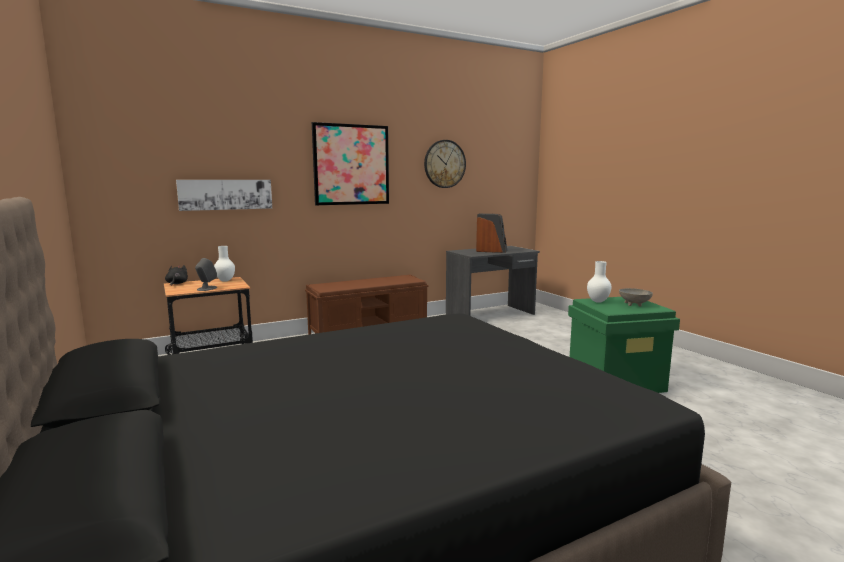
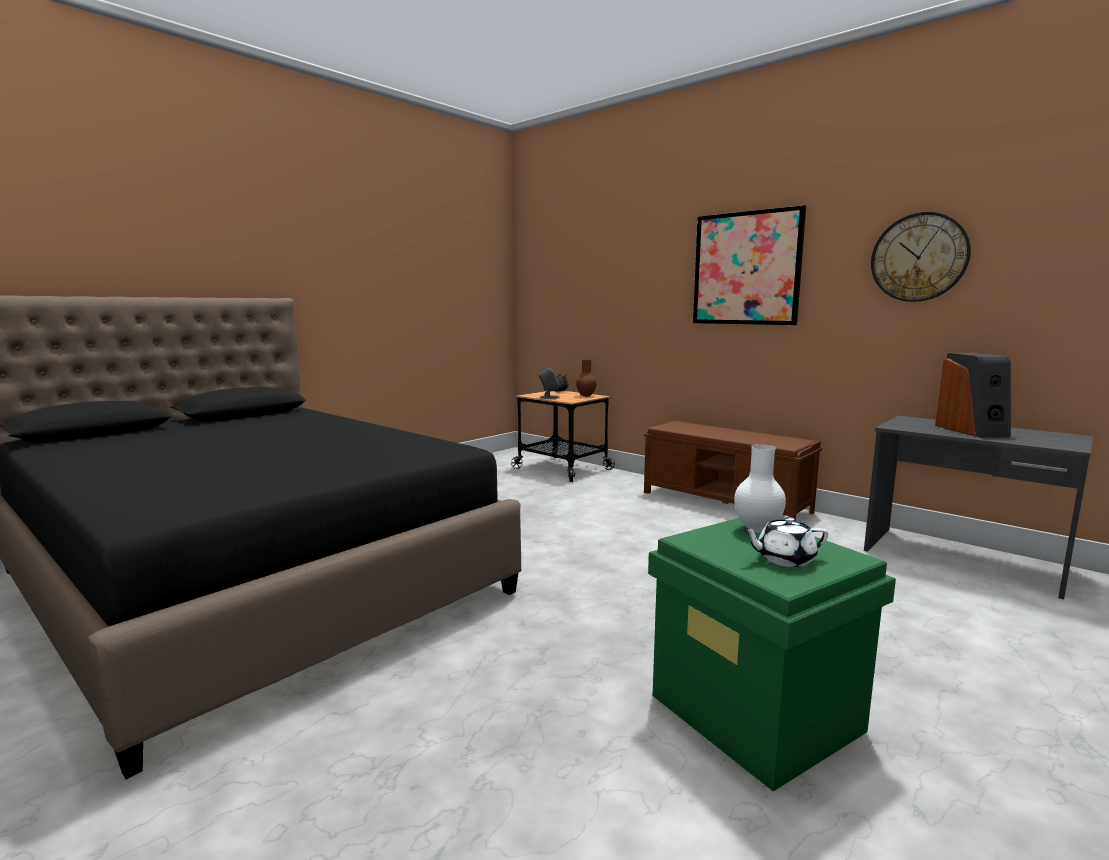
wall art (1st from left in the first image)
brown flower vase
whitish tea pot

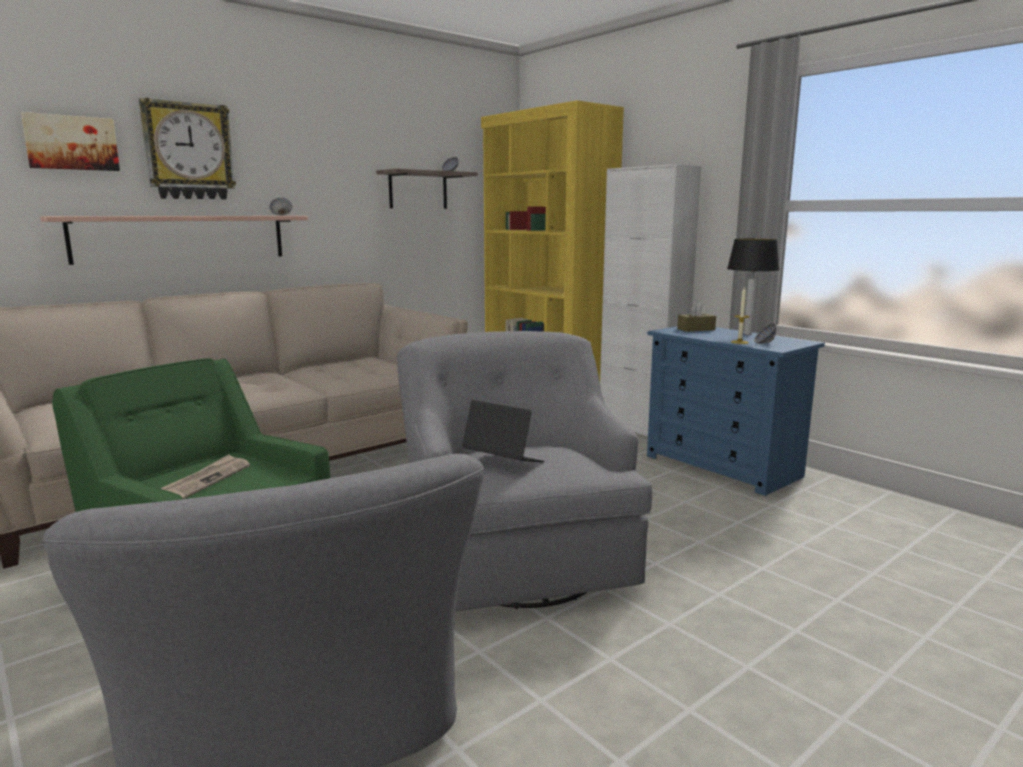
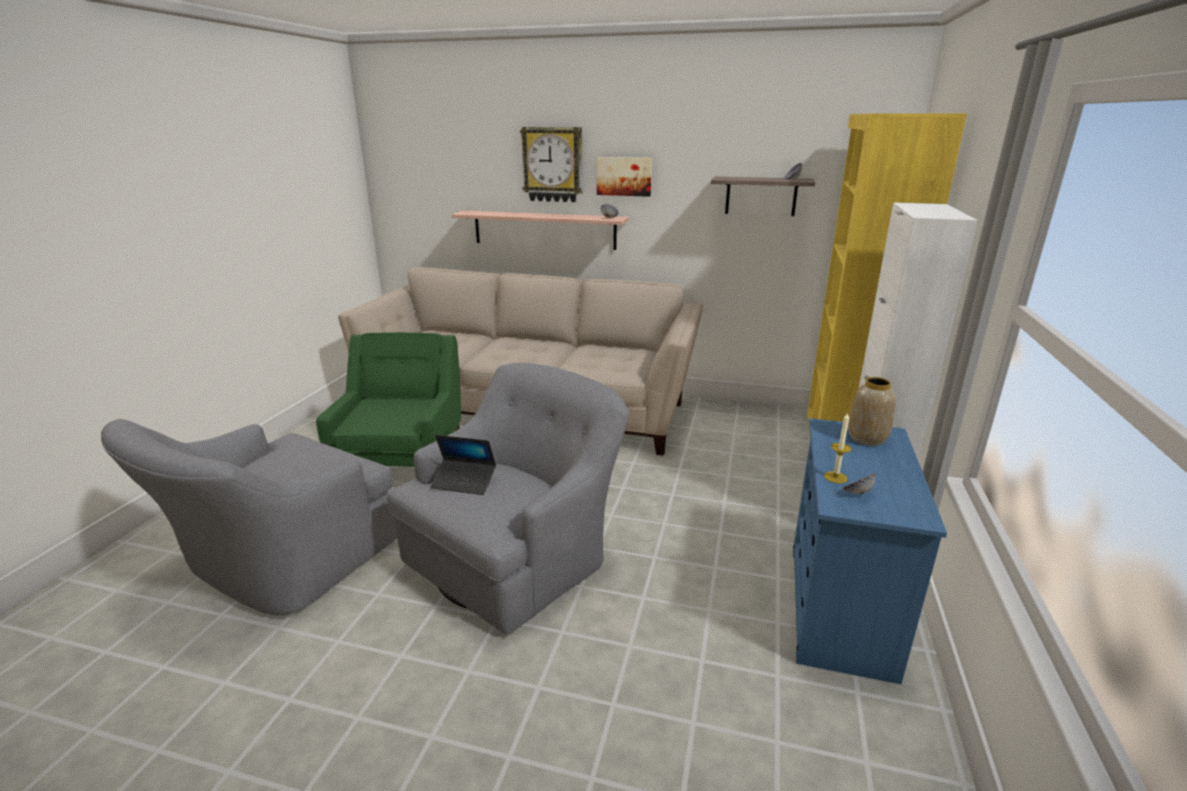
wall art
daily paper
notebook computer
flower vase
table lamp

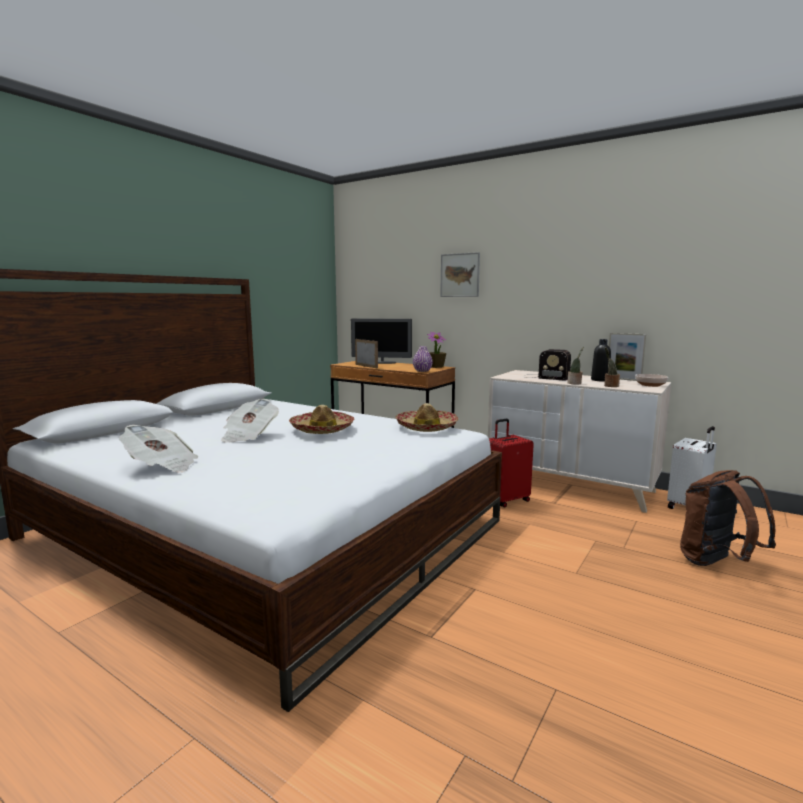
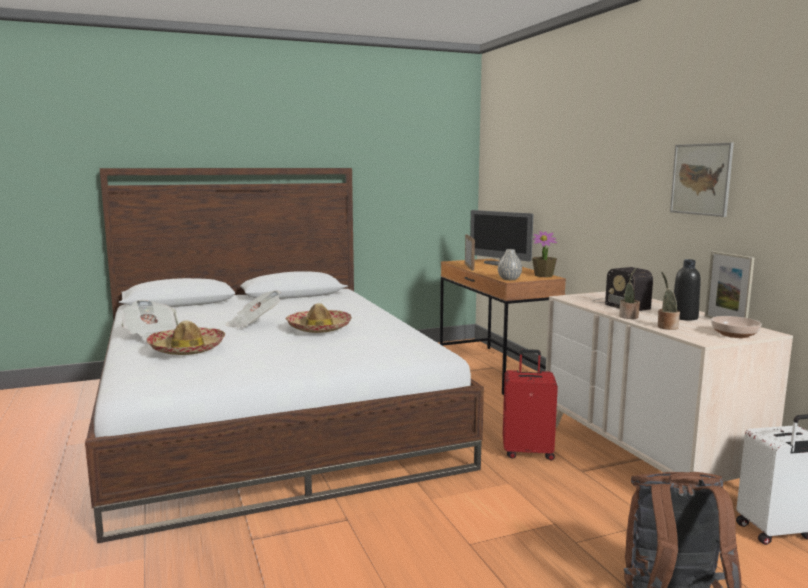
clothing hat (1st from left)
gray flower vase
wall art

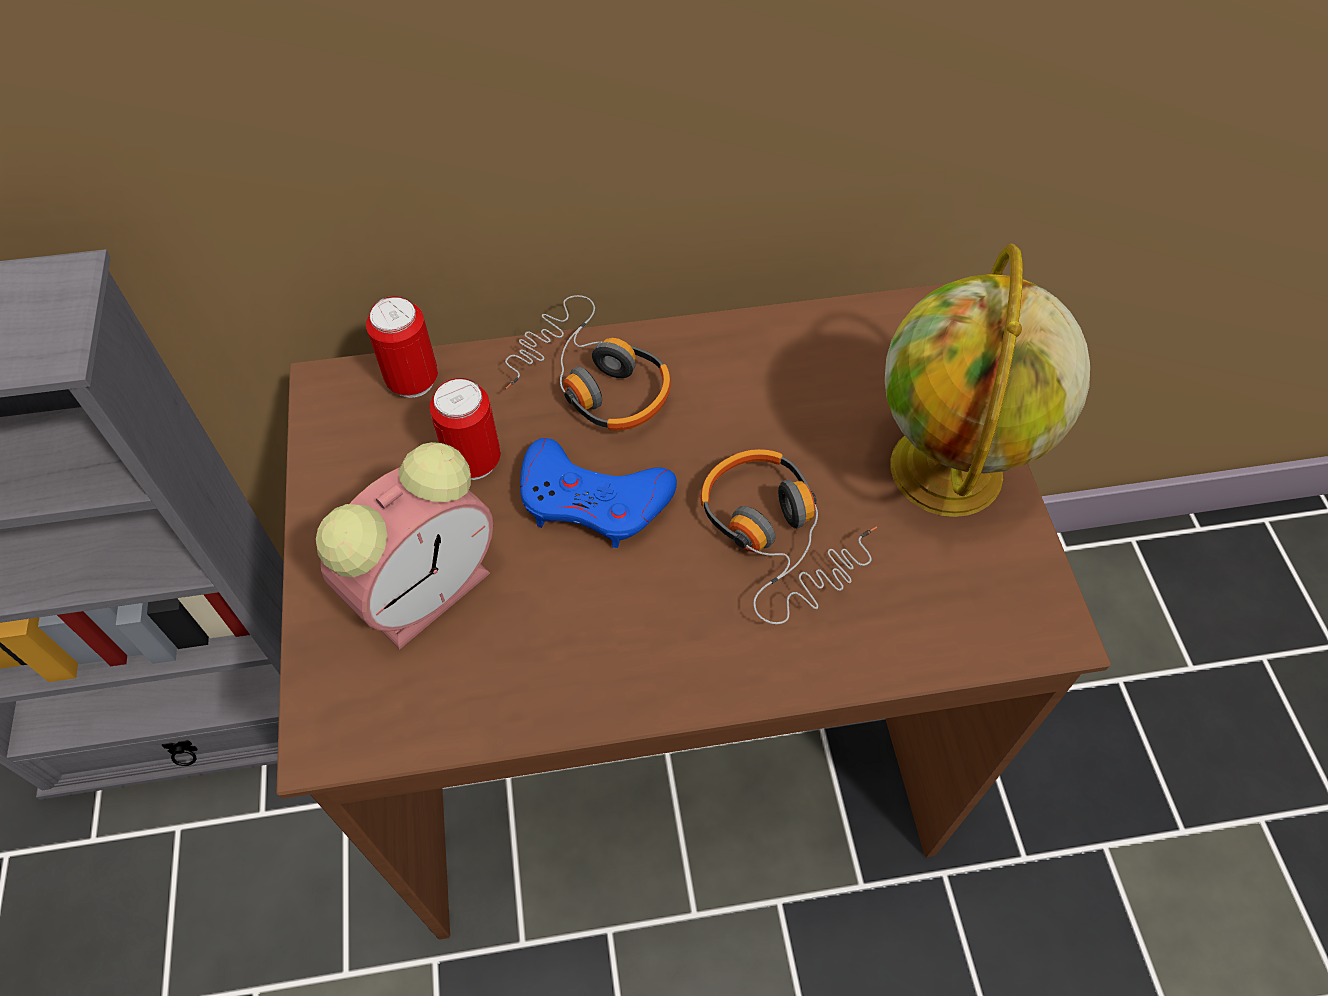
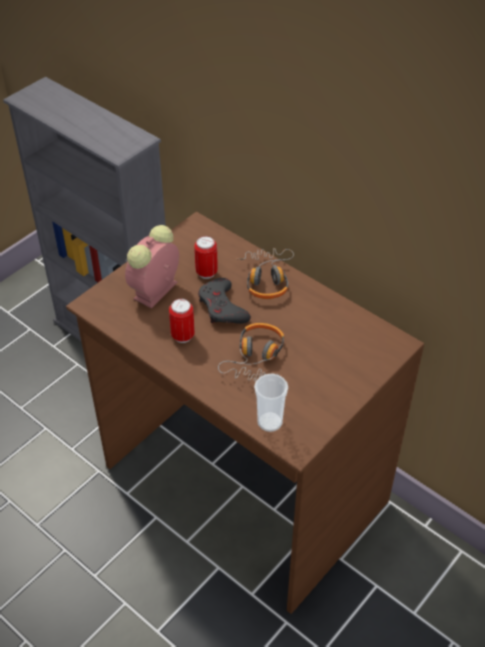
alarm clock
metal can (1st from left)
gray gamepad
globe
small cup

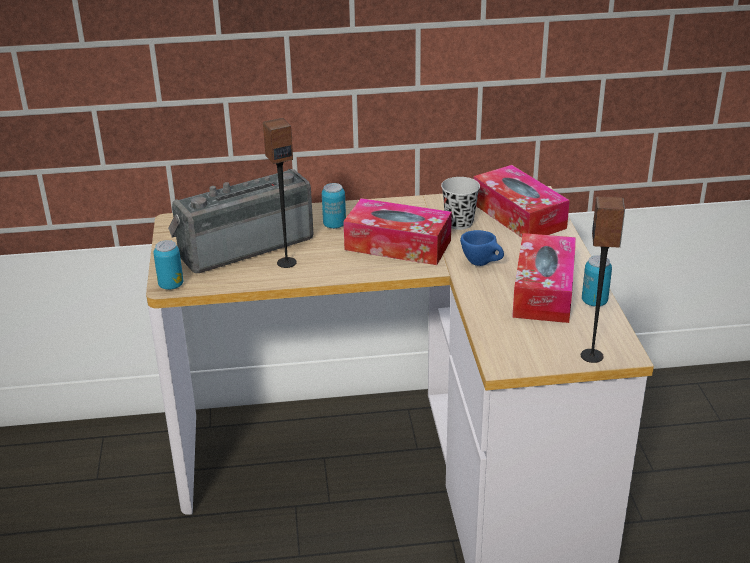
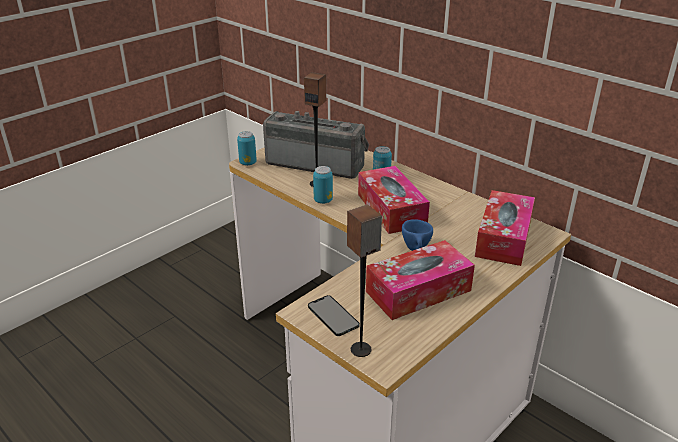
blackish small cup
metal can (2nd from left)
telephone

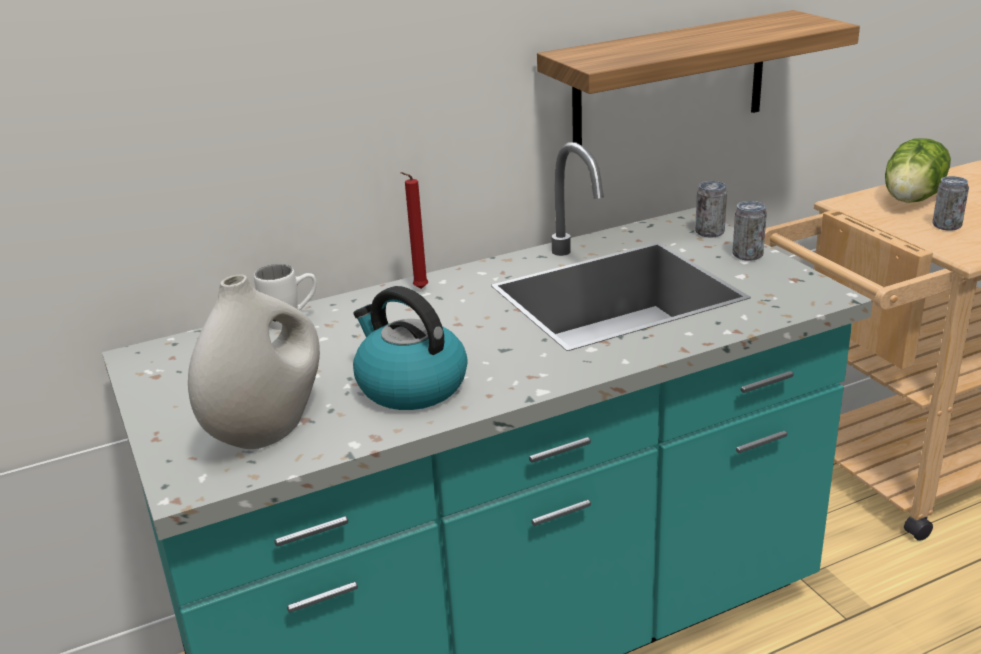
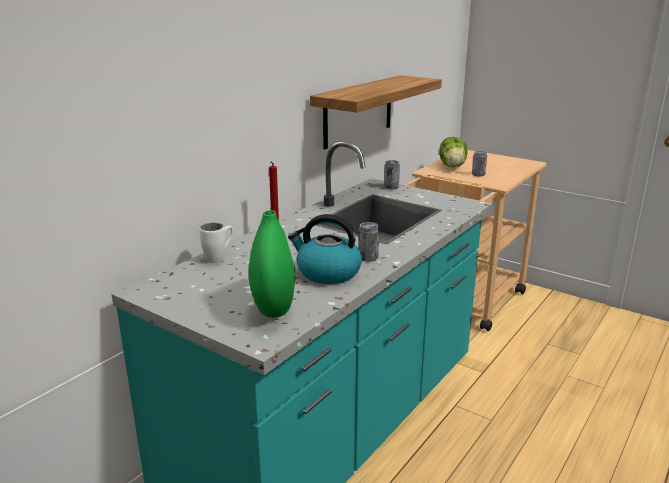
green flower vase
metal can (1st from left)

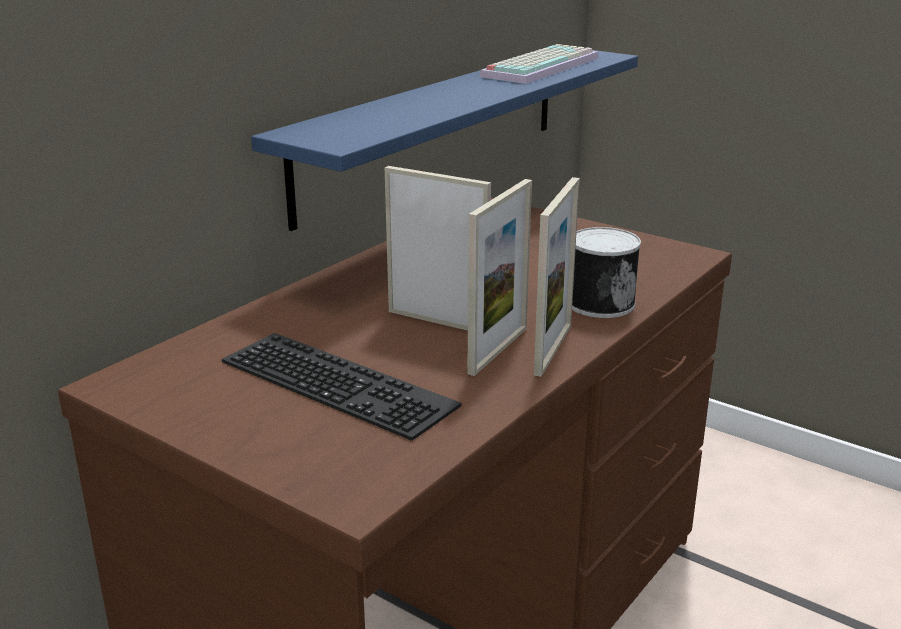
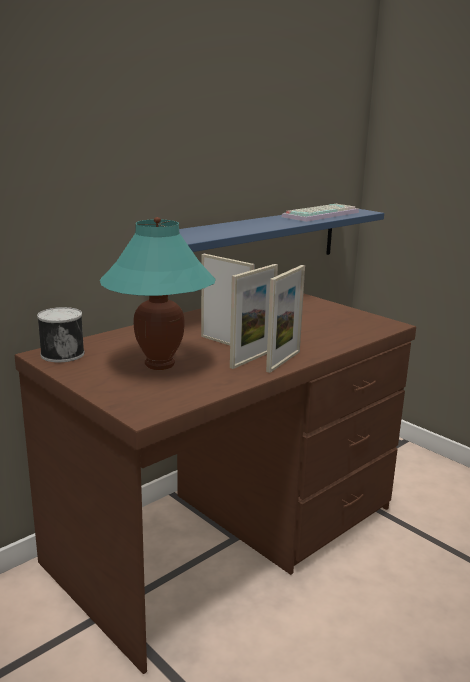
turquoise table lamp
metal can

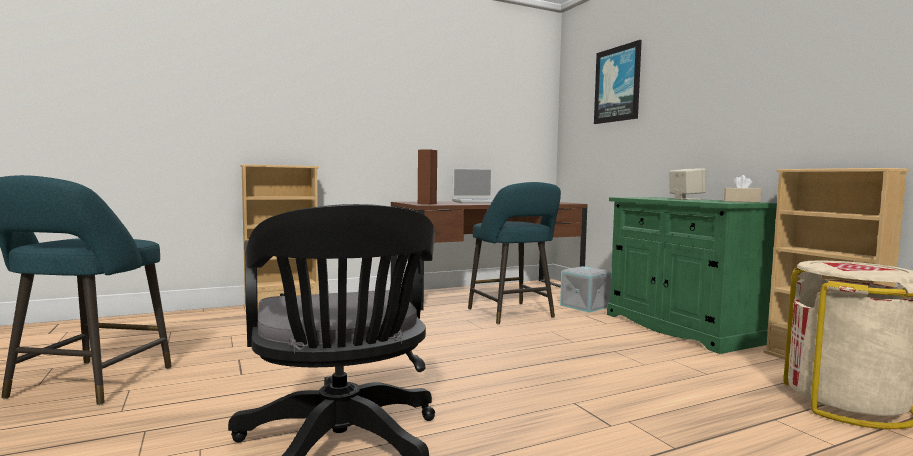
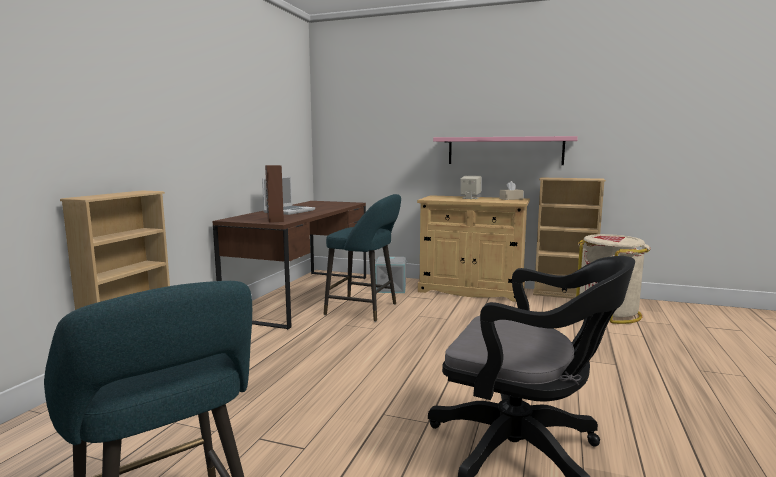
wall art
beige storage cabinet
pink shelf

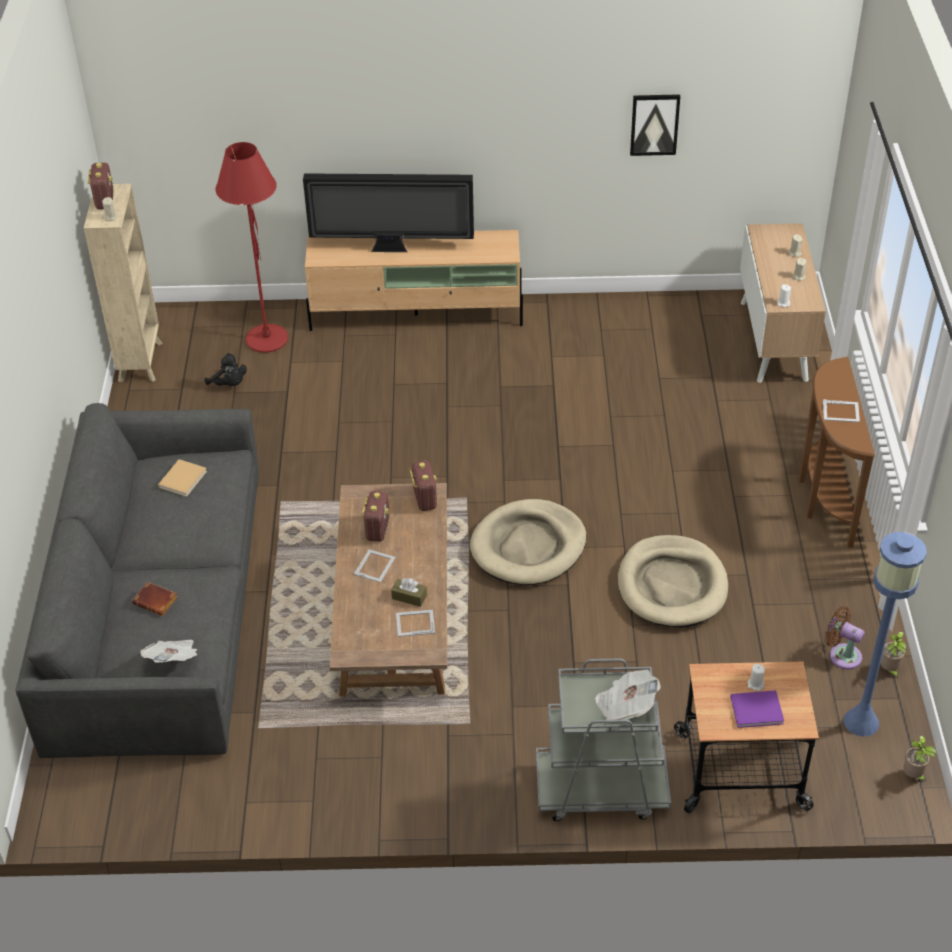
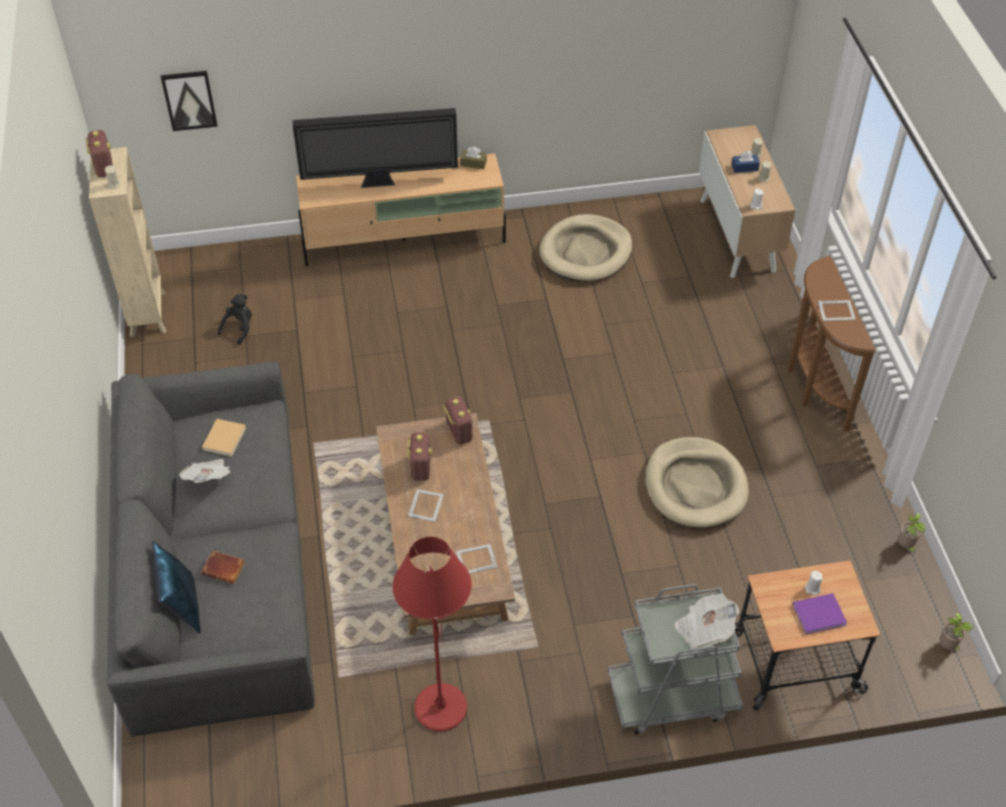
daily paper (1st from left)
blackish soft toy
red-coloured standard lamp
brown tissue box
beige dog cushion (1st from left)
wall art
brown fan
blue-coloured standard lamp
blue-coloured cushion
blue-coloured tissue box

